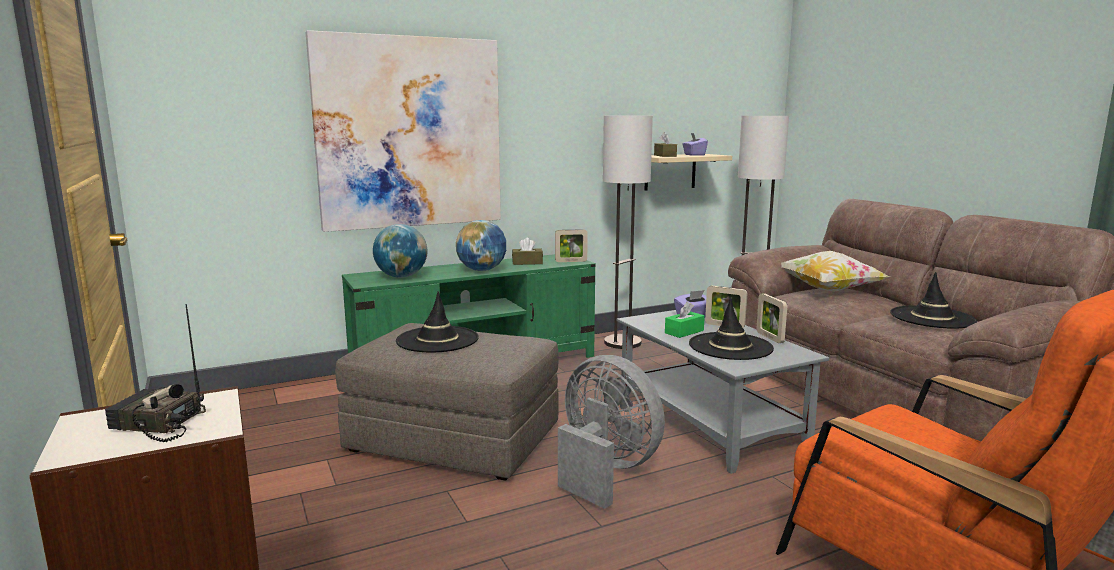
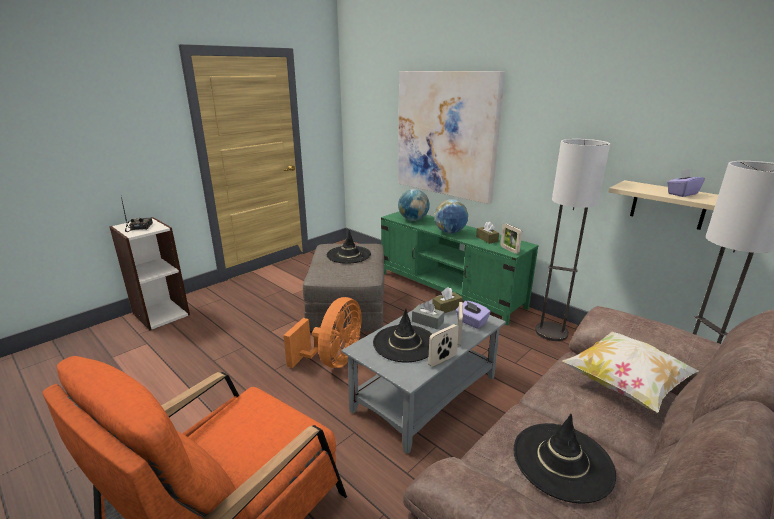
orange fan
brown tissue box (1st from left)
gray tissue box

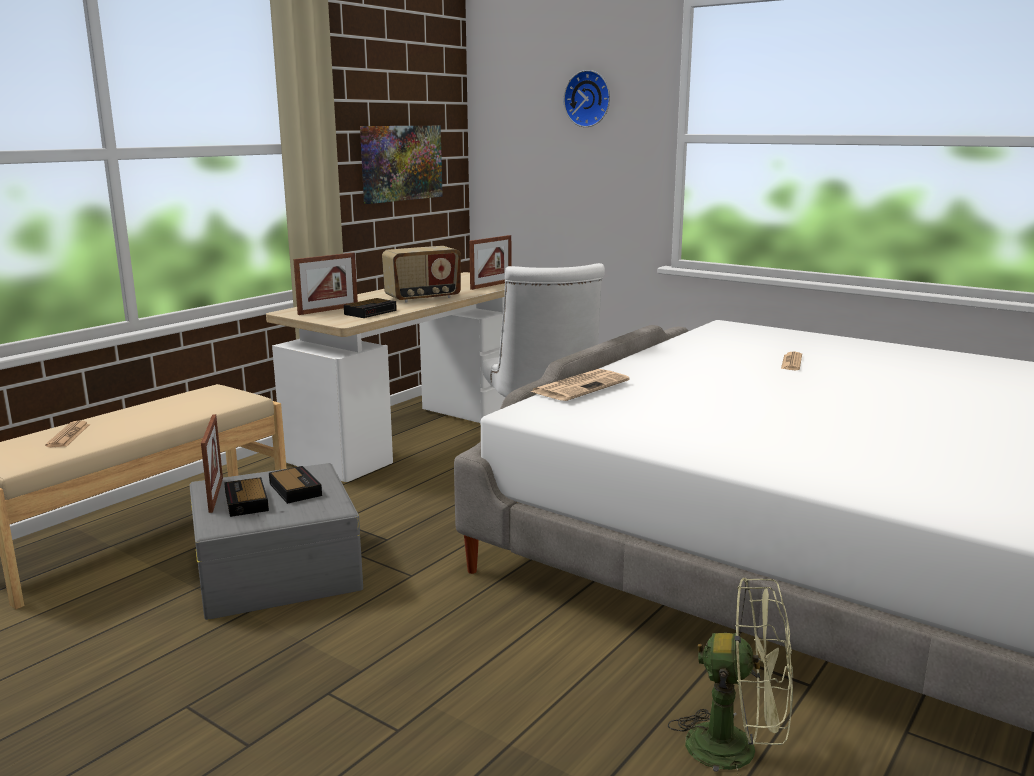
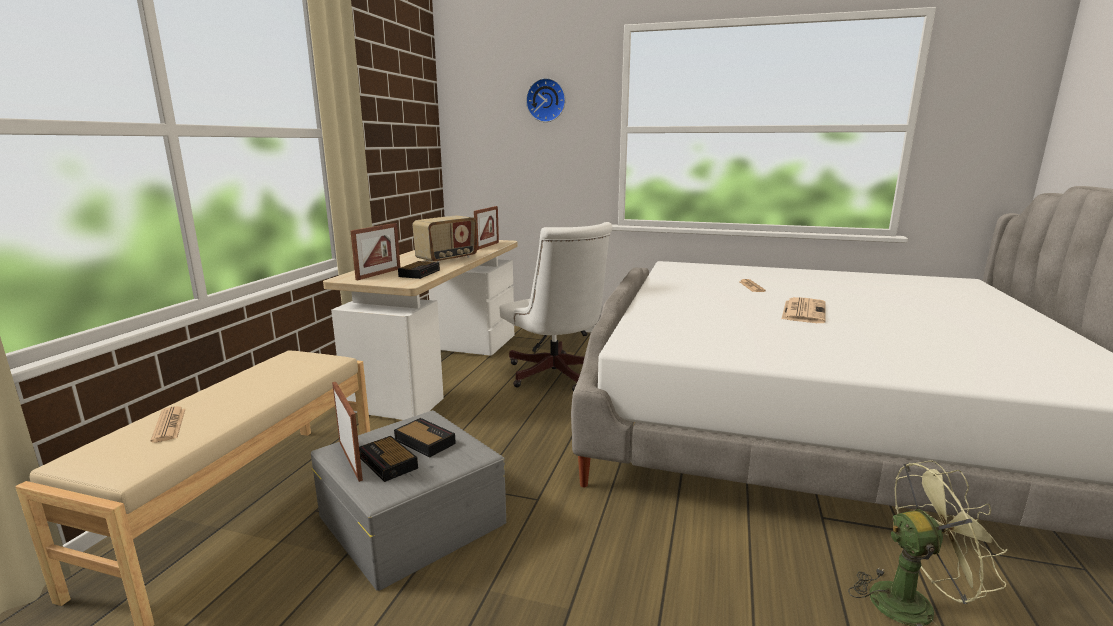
wall art
daily paper (3rd from left)

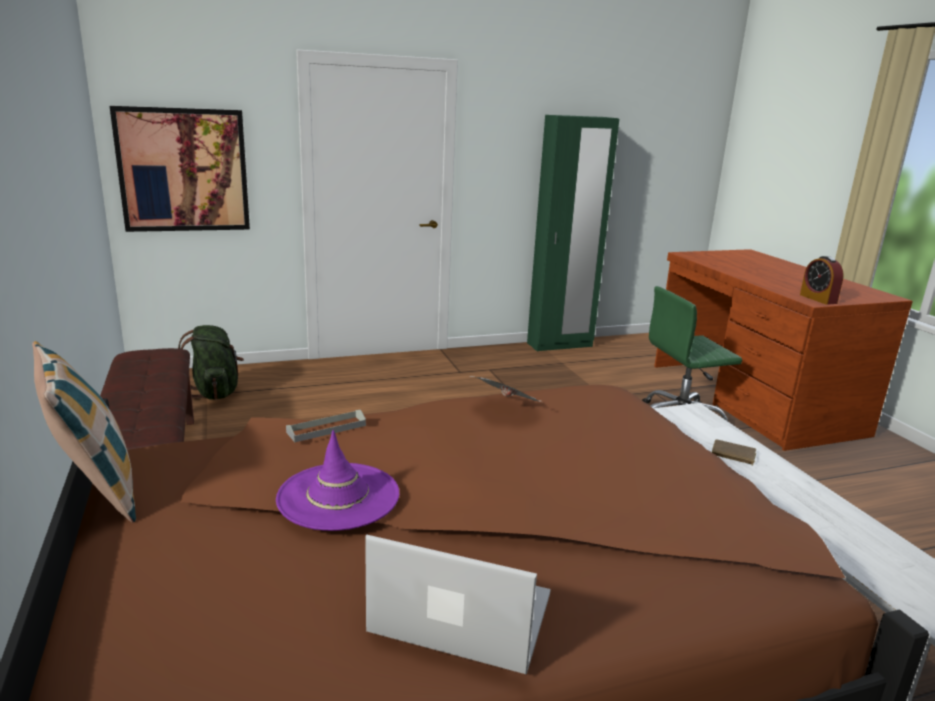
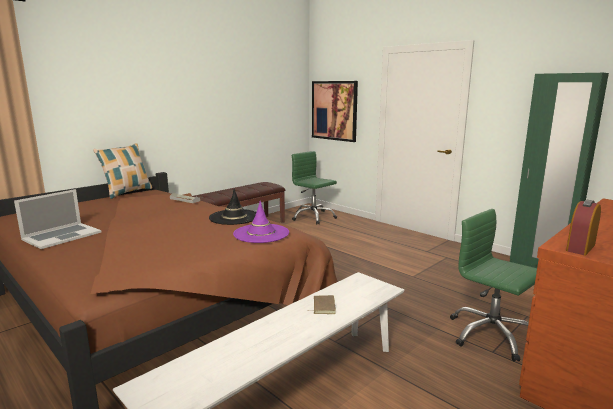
green office chair (1st from left)
purplish clothing hat
notebook computer
blackish clothing hat

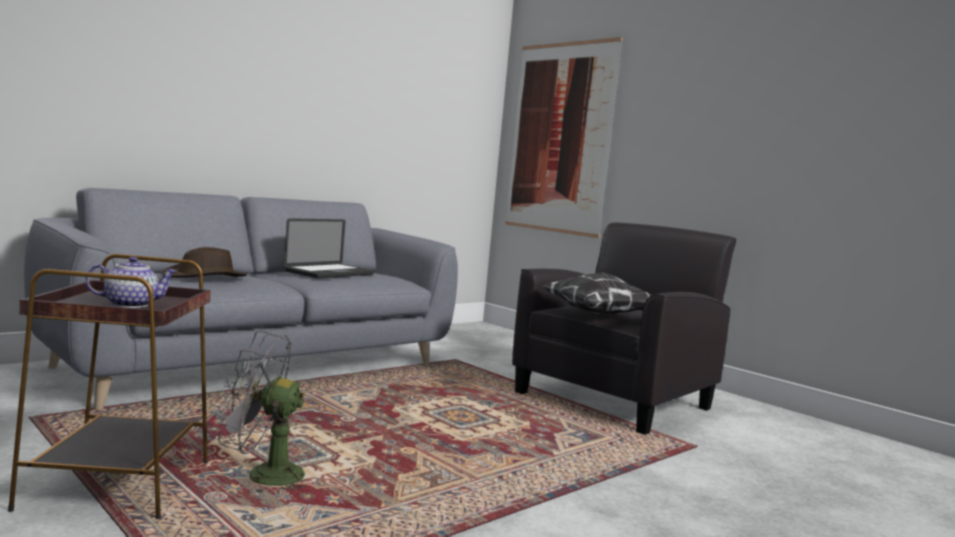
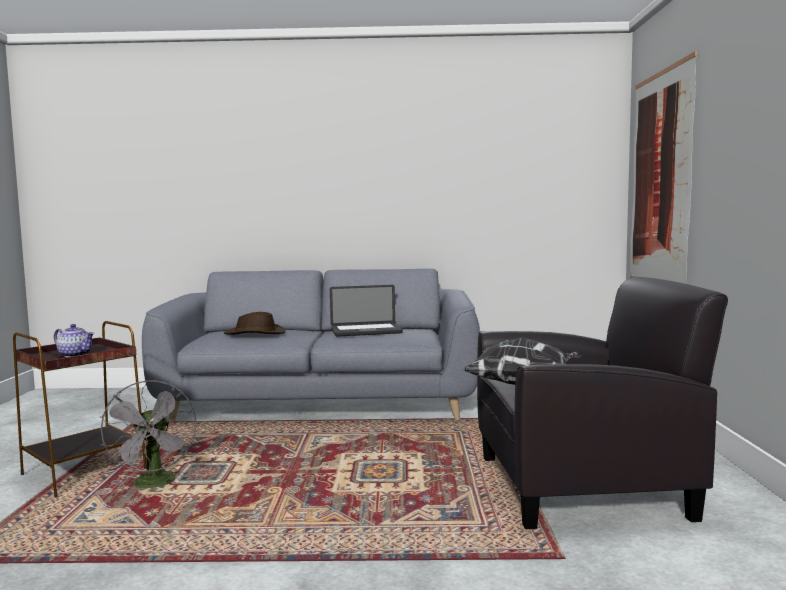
gray fan

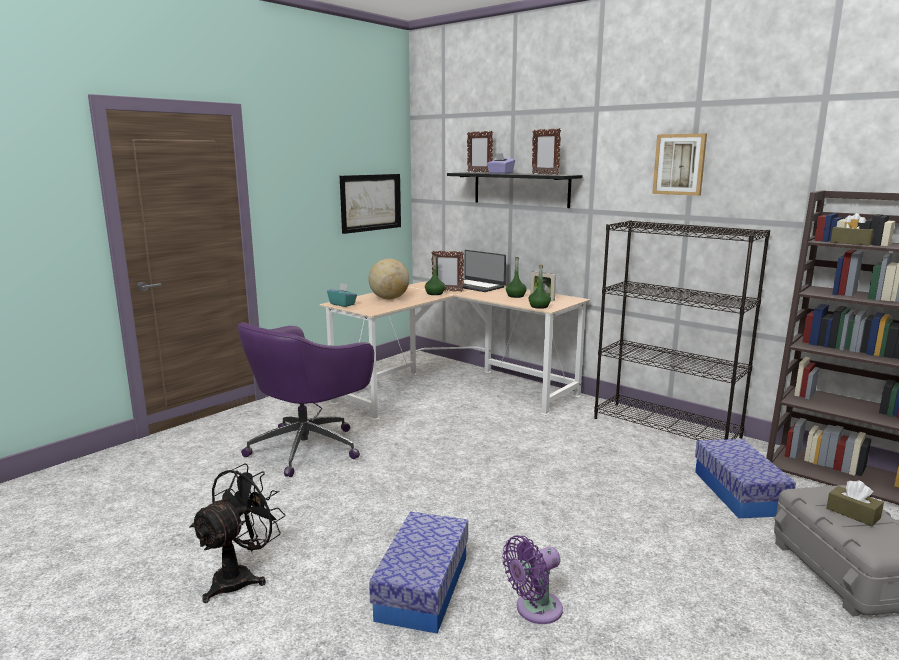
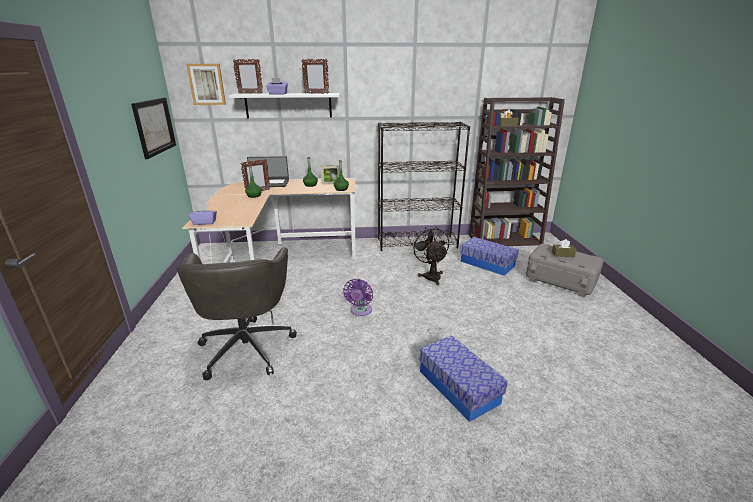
blackish fan
gray office chair
purplish tissue box (1st from left)
globe
whitish shelf
purplish fan
wall art (2nd from left)

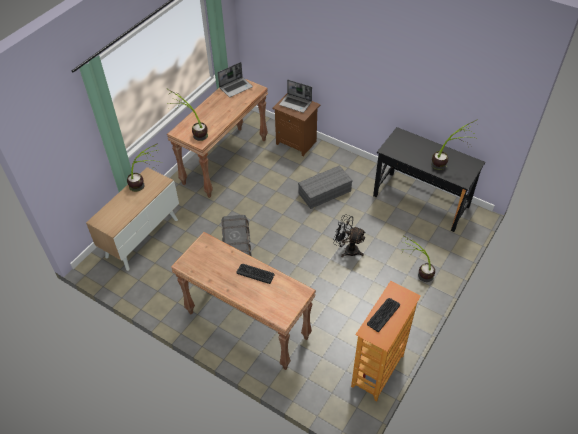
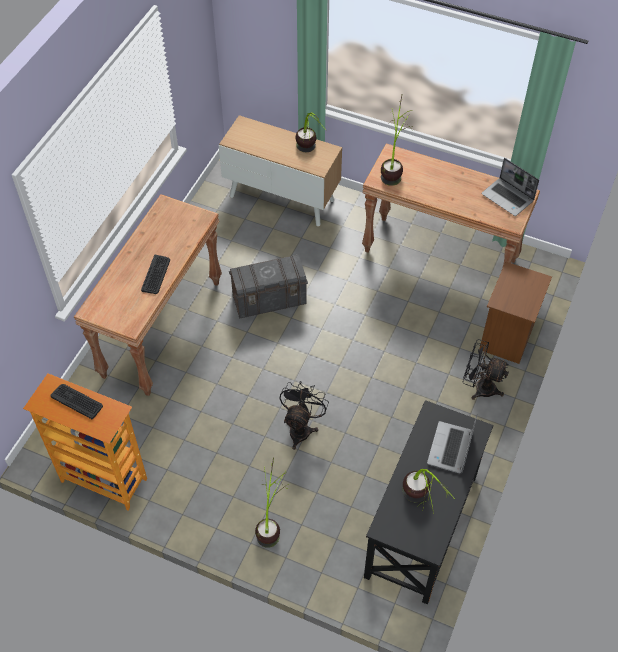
notebook computer (1st from left)
gray storage bin (2nd from left in the first image)
blackish fan (2nd from left)

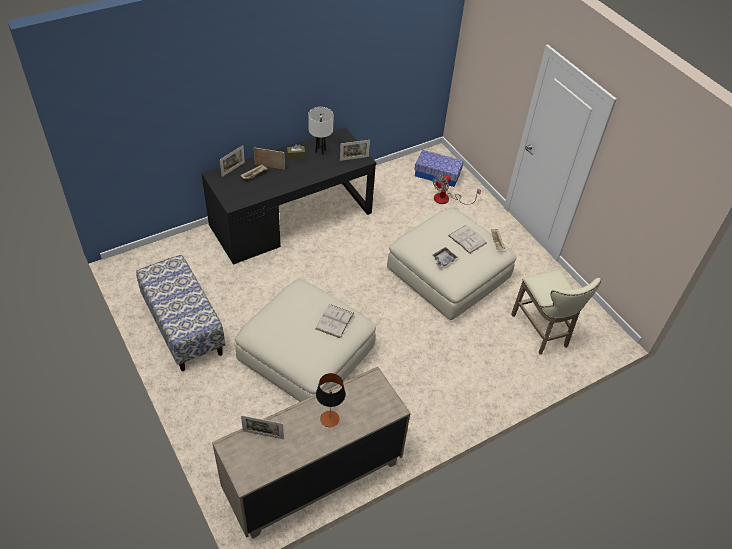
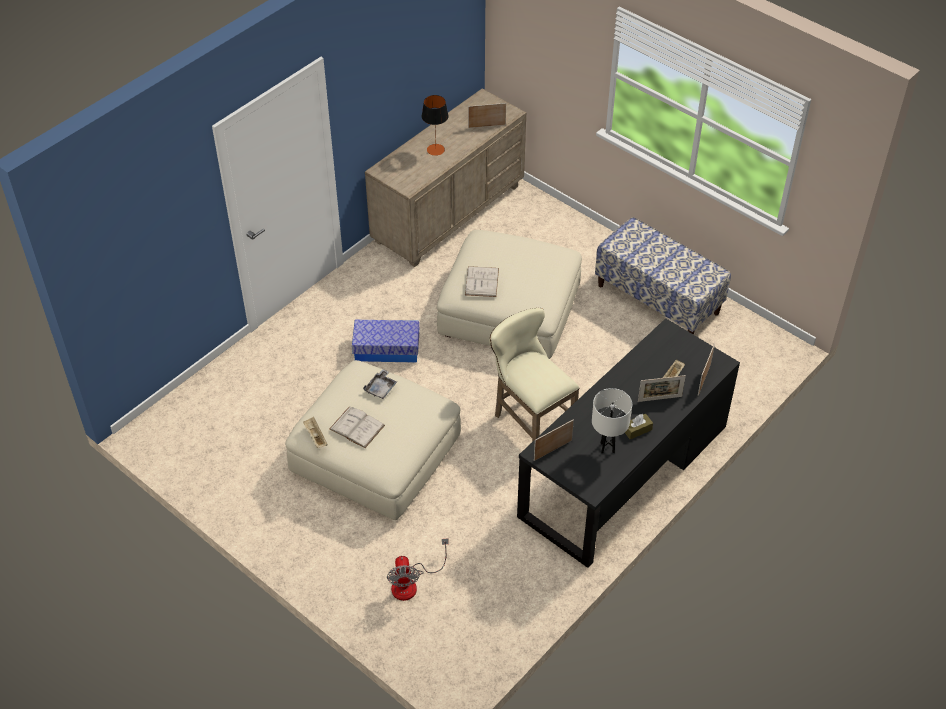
storage bin
fan
beige sitting stool

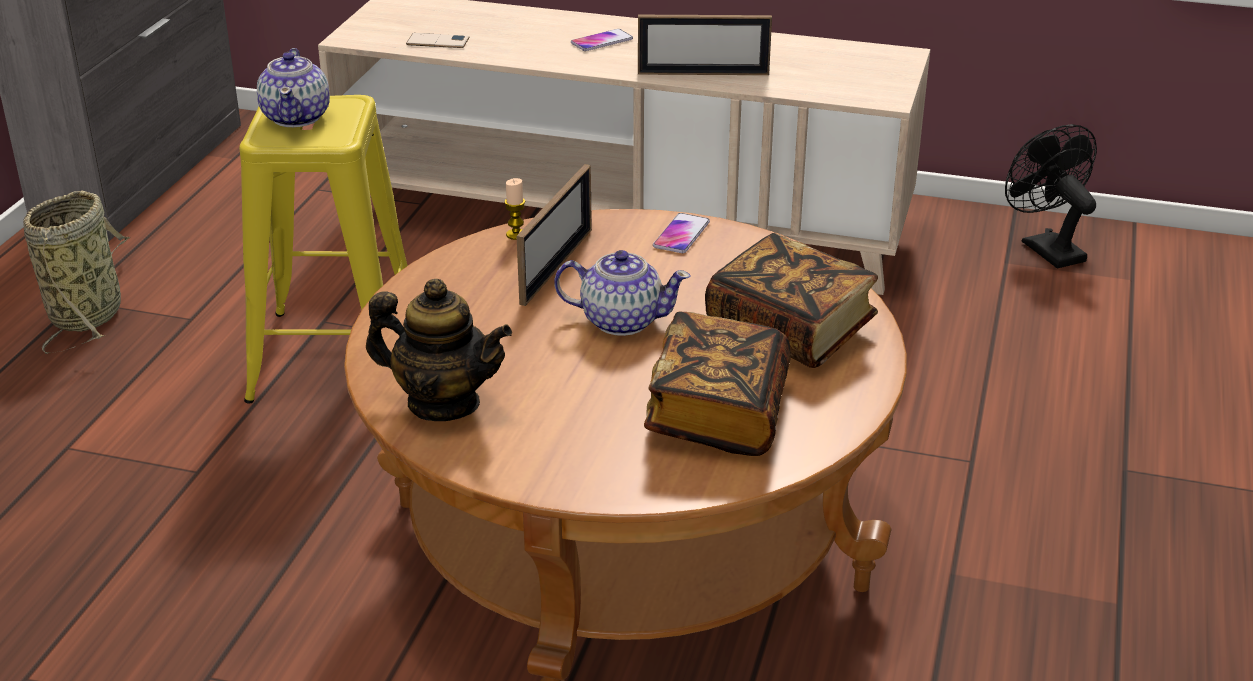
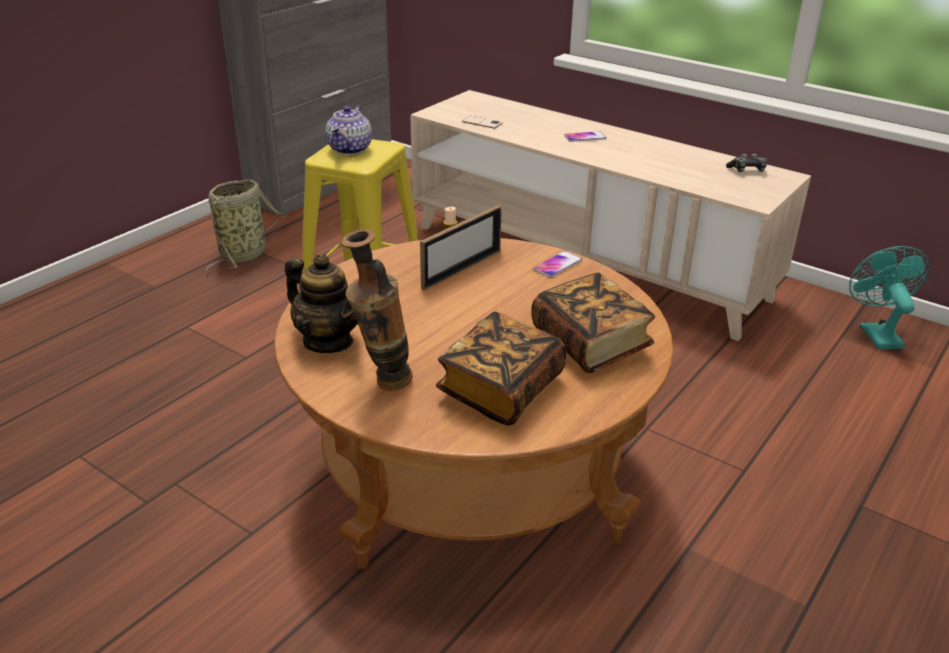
tea pot (3rd from left in the first image)
photo frame (2nd from left in the first image)
turquoise fan
flower vase
gamepad

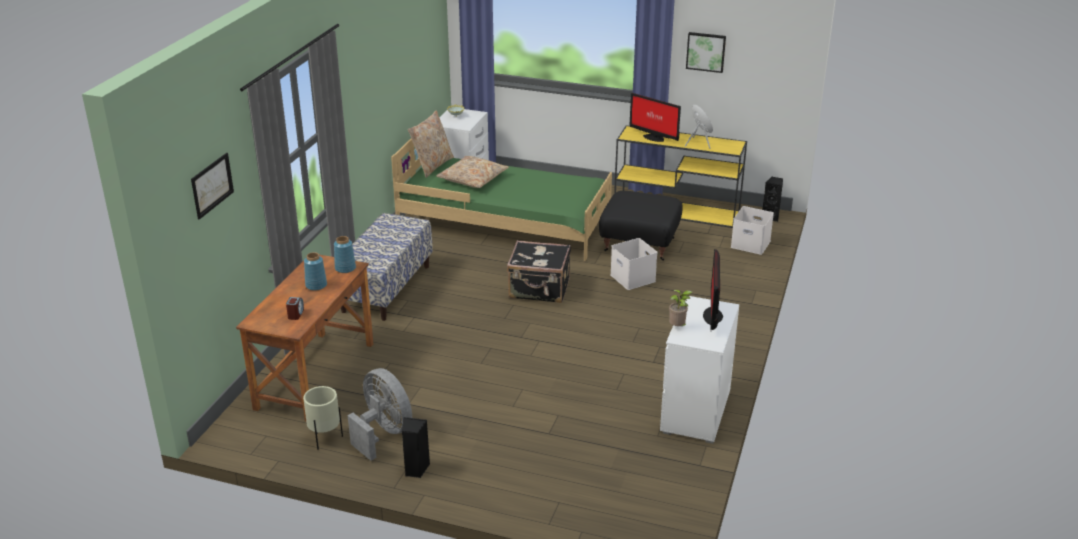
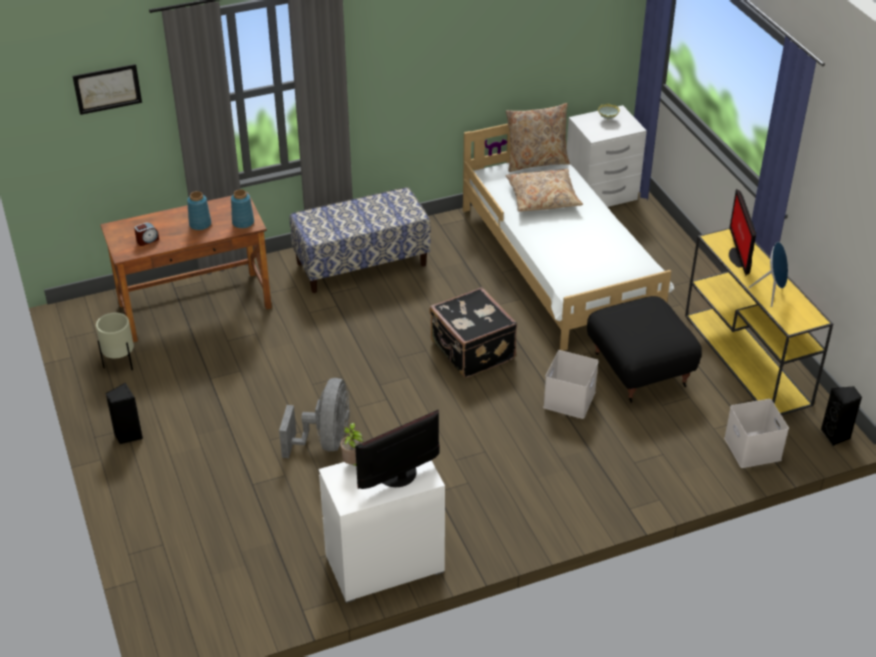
gray fan
whitish sleeping bed
wall art (2nd from left in the first image)

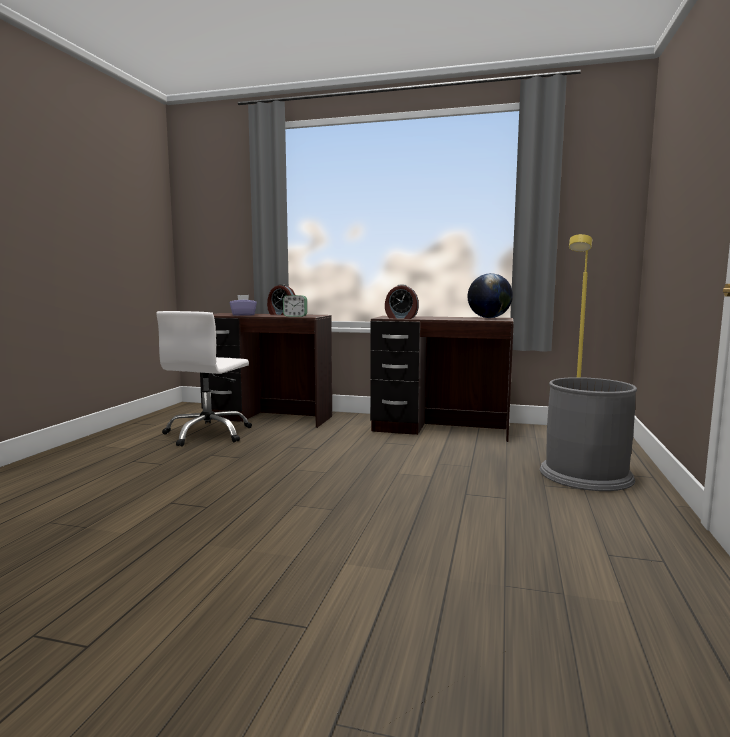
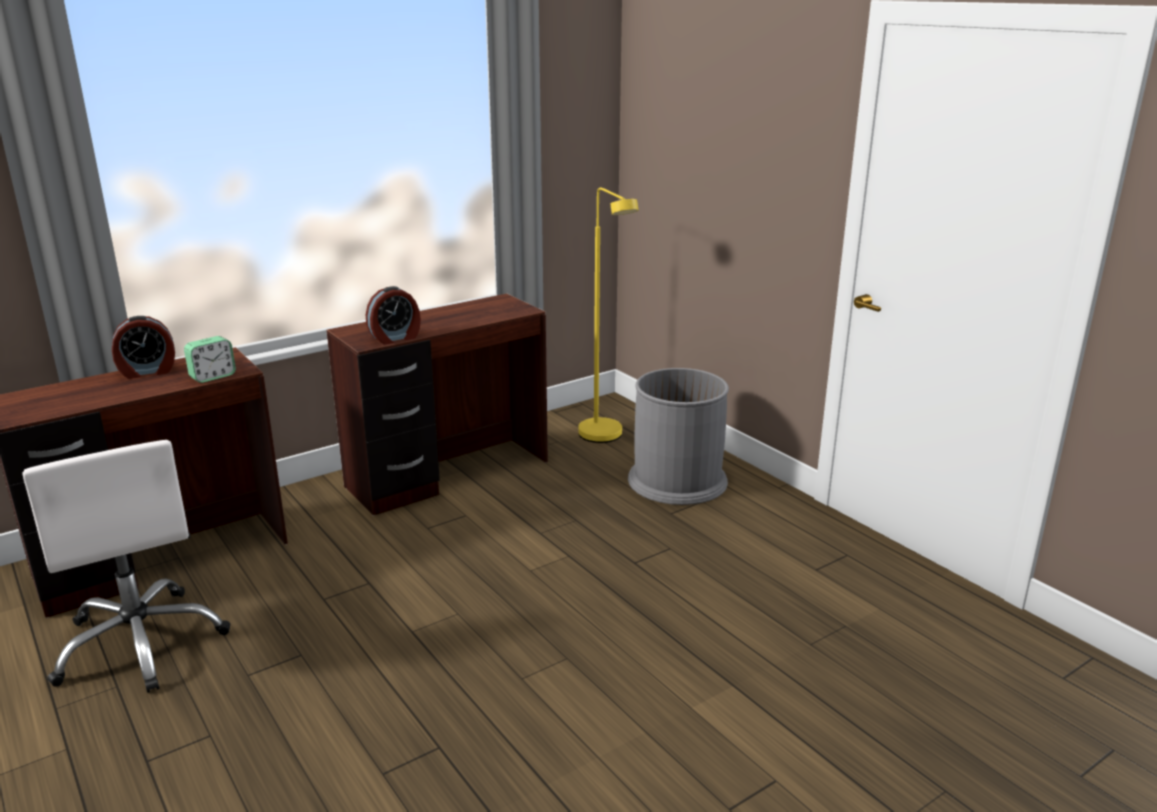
purplish tissue box
globe

